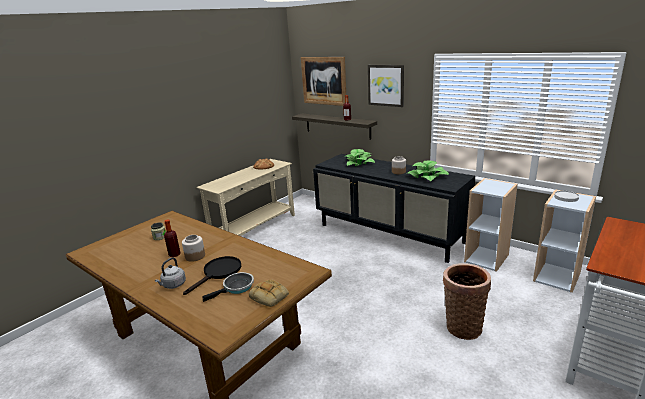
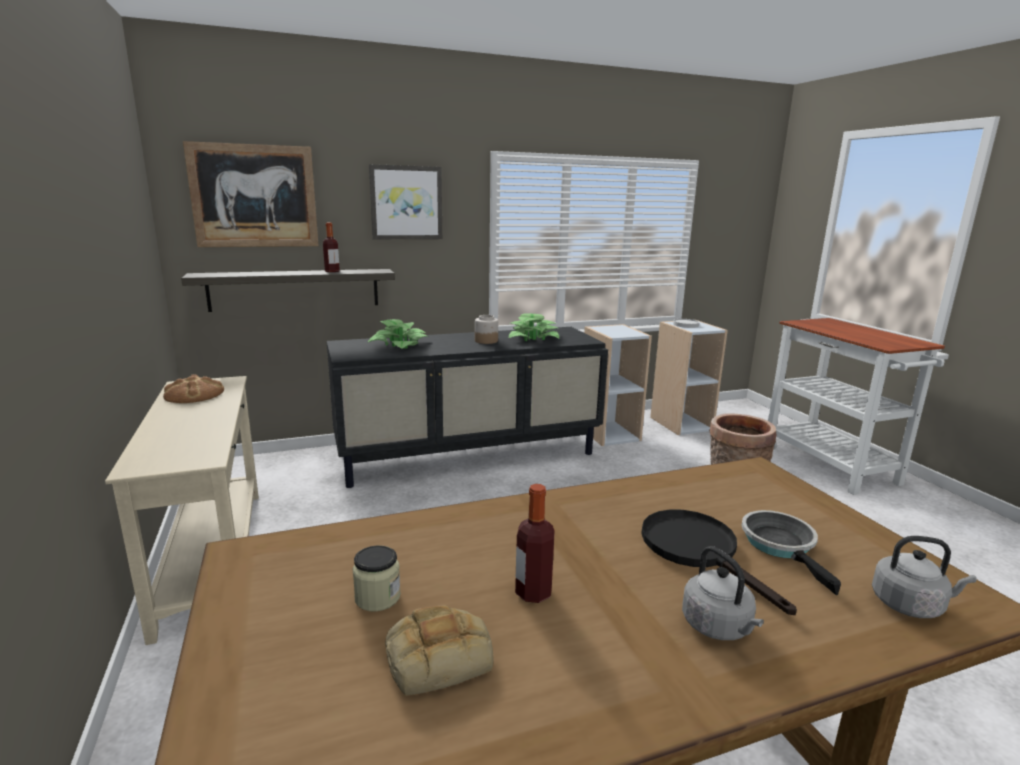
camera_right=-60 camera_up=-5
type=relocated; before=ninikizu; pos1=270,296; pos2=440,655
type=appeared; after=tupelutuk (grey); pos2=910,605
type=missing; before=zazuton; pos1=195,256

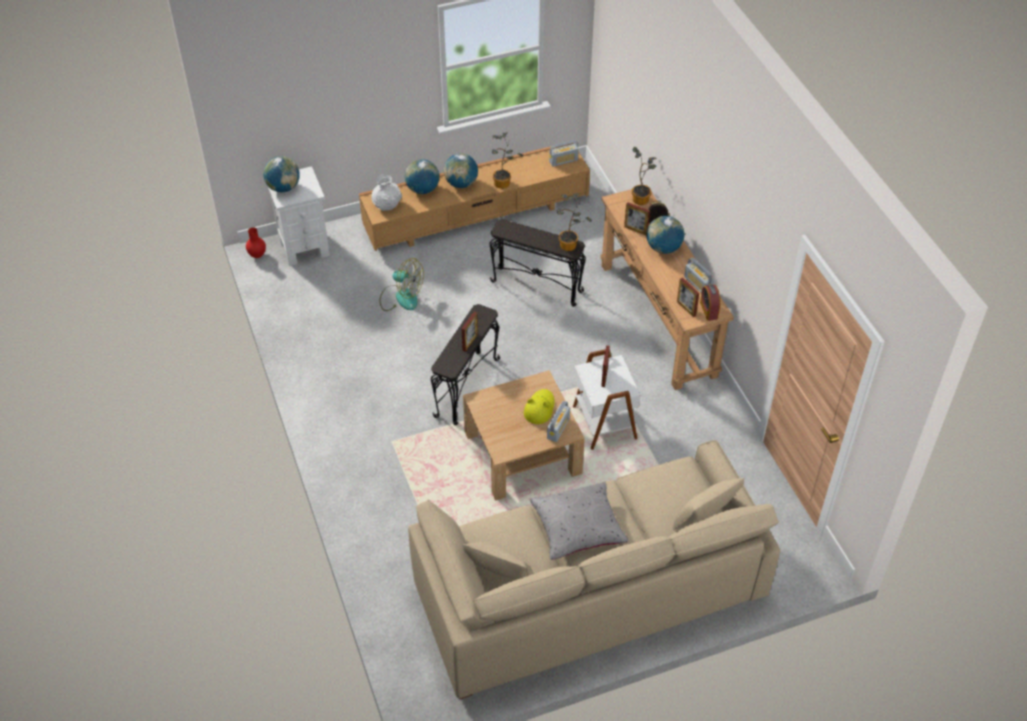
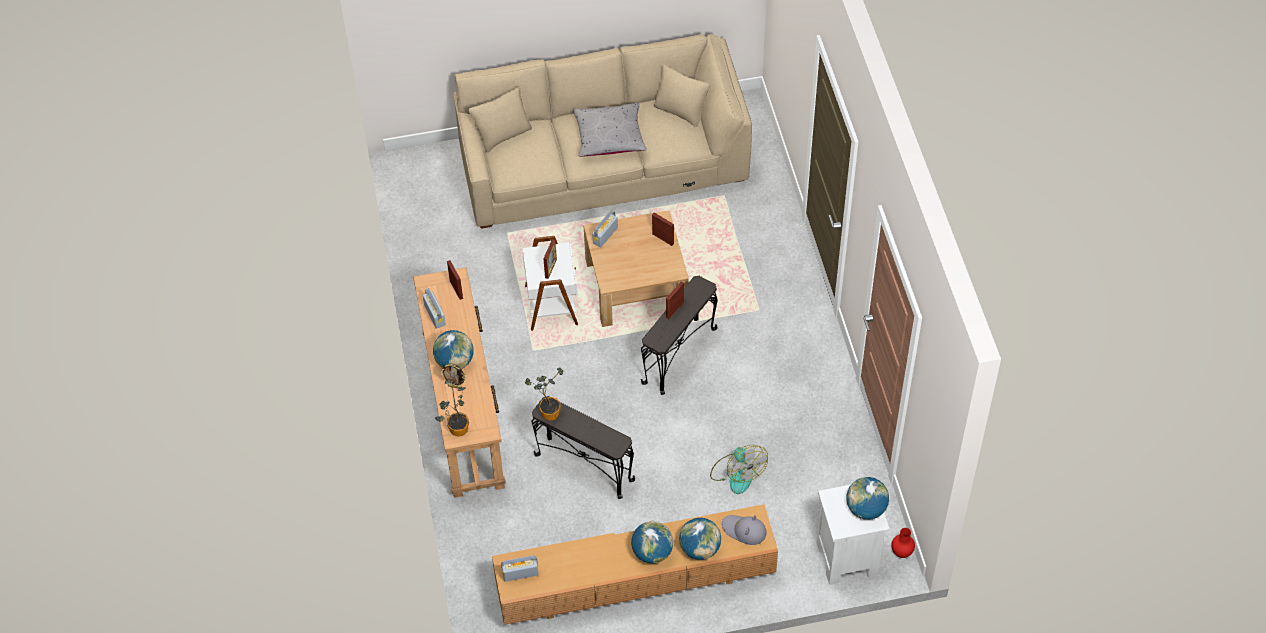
camera_right=-170 camera_up=5
type=relocated; before=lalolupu; pos1=635,230; pos2=663,239
type=spun; before=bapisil; pos1=401,297; pos2=737,473; turn=-150
type=exchanged; before=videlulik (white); after=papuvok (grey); pos1=387,205; pos2=744,530
type=missing; before=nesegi; pos1=504,184
type=missing; before=papuvok (yellow); pos1=539,408
type=missing; before=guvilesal; pos1=709,310

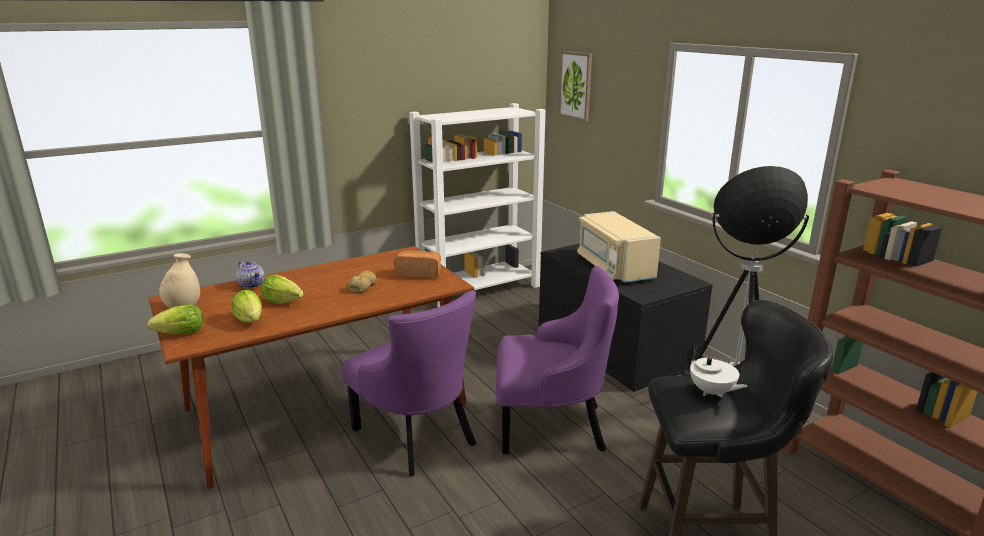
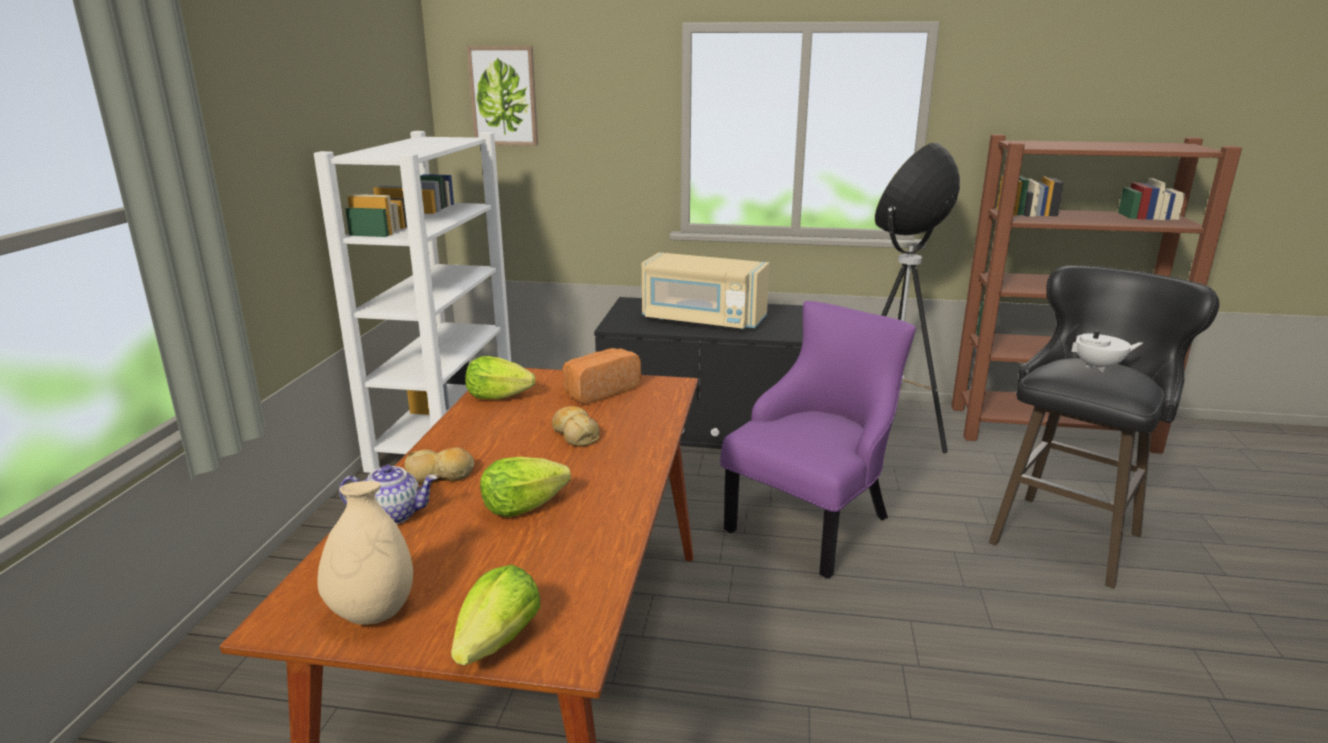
camera_right=-50 camera_up=0
type=appeared; after=ninikizu; pos2=441,475
type=relocated; before=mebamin; pos1=250,320; pos2=498,397
type=missing; before=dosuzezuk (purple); pos1=414,435

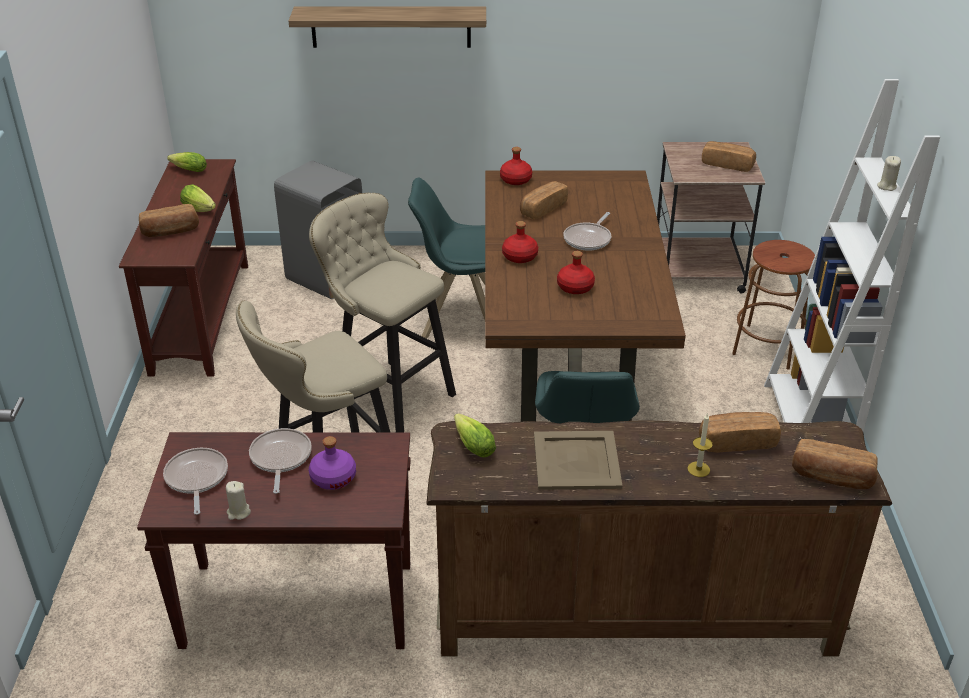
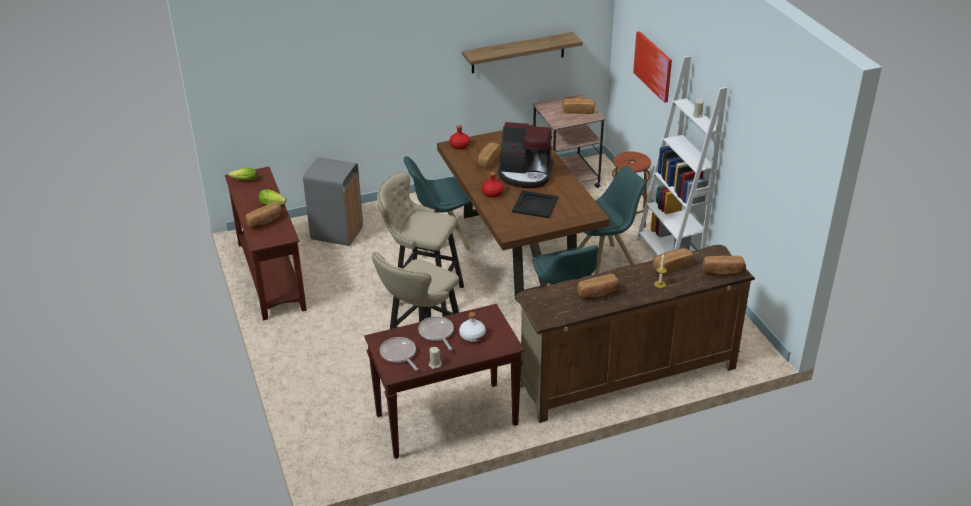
camera_right=-20 camera_up=0
type=colour; before=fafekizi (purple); after=fafekizi (white); pos1=333,477; pos2=472,335
type=relocated; before=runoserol; pos1=391,27; pos2=518,53
type=exchanged; before=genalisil; after=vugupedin; pos1=588,239; pos2=525,174
type=exchanged; before=fafekizi (red); after=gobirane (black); pos1=575,287; pos2=535,204
type=exchanged; before=gobirane (beige); after=ninikizu; pos1=575,460; pos2=598,294
type=appeared; after=dosuzezuk (turquoise); pos2=604,263
type=appeared; after=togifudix; pos2=653,66
type=missing; before=mebamin; pos1=472,444

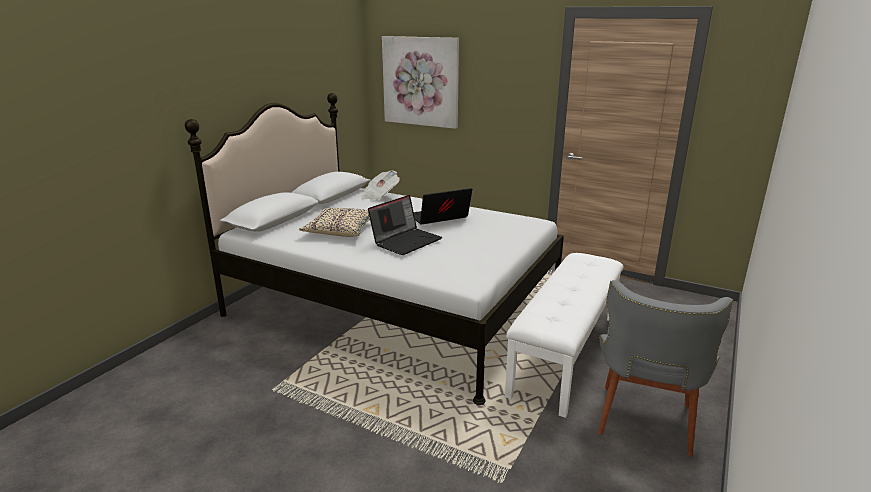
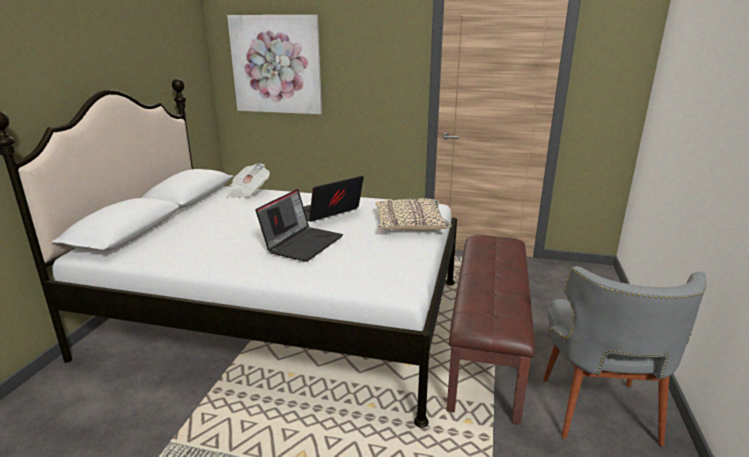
camera_right=-15 camera_up=0
type=relocated; before=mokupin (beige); pos1=340,230; pos2=410,224
type=colour; before=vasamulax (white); after=vasamulax (brown); pos1=564,353; pos2=485,345

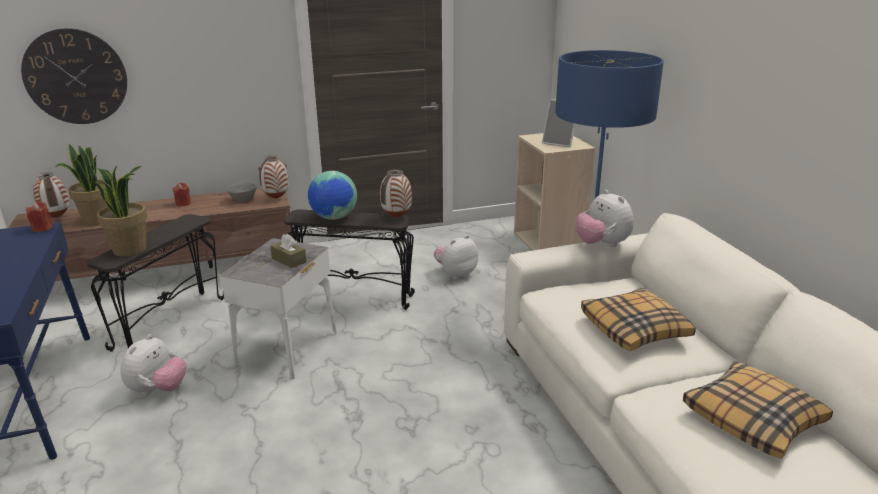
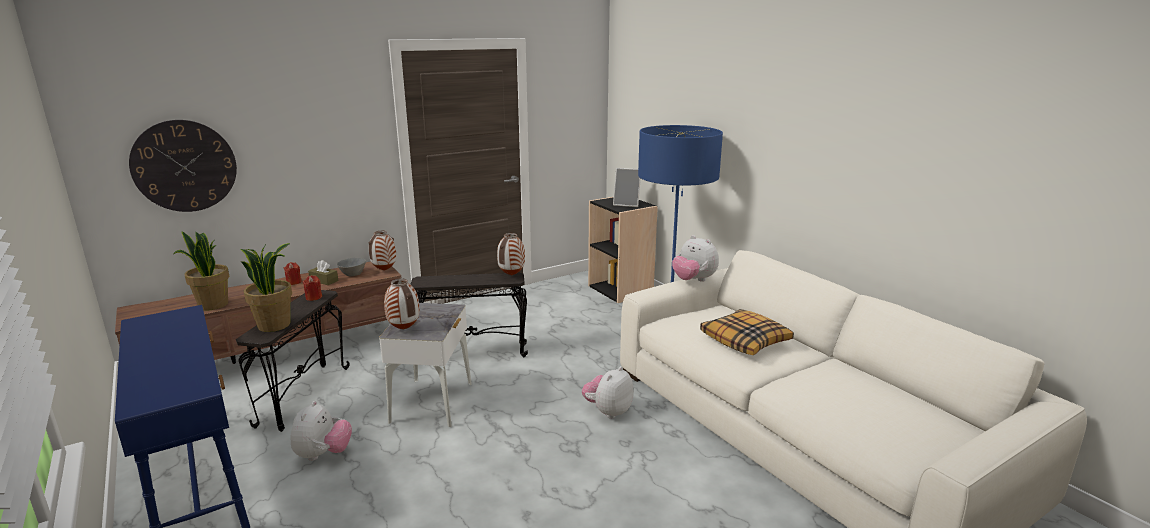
camera_right=-15 camera_up=-5
type=relocated; before=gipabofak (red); pos1=42,228; pos2=314,297
type=relocated; before=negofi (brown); pos1=289,260; pos2=324,281
type=relocated; before=videlulik; pos1=56,217; pos2=403,329
type=relocated; before=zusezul; pos1=455,274; pos2=608,411
type=colour; before=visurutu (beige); after=visurutu (black); pos1=549,242; pos2=621,290
type=missing; before=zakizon; pos1=334,217
type=missing; before=mokupin; pos1=753,419

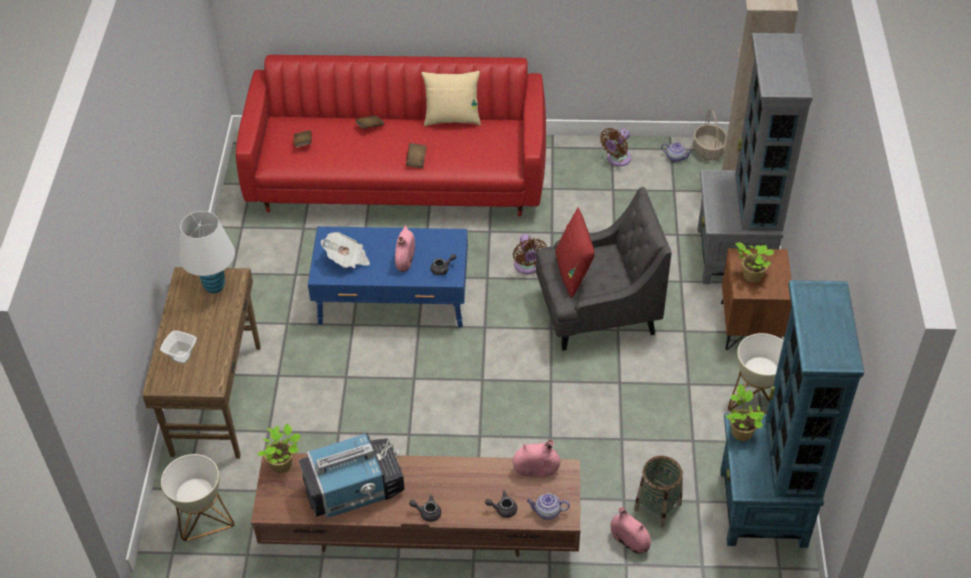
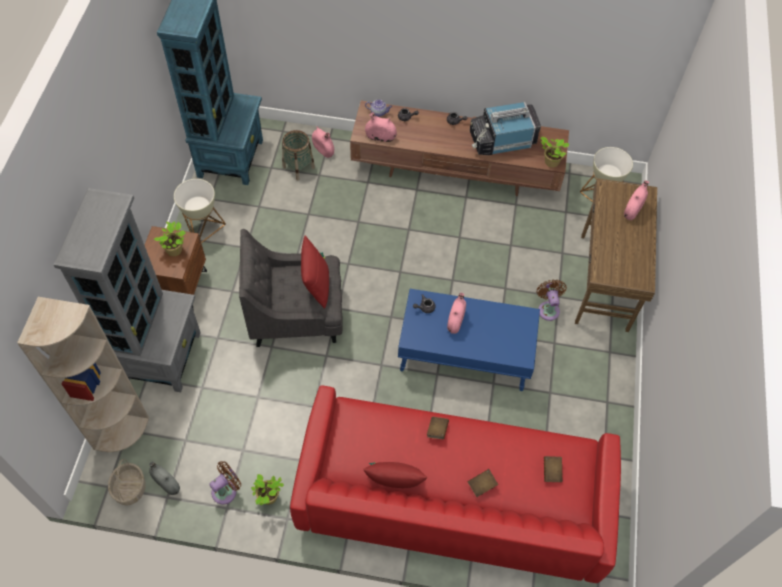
camera_right=-175 camera_up=10
type=exchanged; before=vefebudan; after=videlulik (grey); pos1=676,158; pos2=166,483
type=relocated; before=nesegi; pos1=741,431; pos2=269,498
type=colour; before=mokupin (beige); after=mokupin (red); pos1=452,120; pos2=394,484
type=relocated; before=bapisil (brown); pos1=527,267; pos2=548,308
type=exchanged; before=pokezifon; after=videlulik (pink); pos1=182,358; pos2=633,210
type=missing; before=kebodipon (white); pos1=214,286
type=missing; before=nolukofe; pos1=347,259

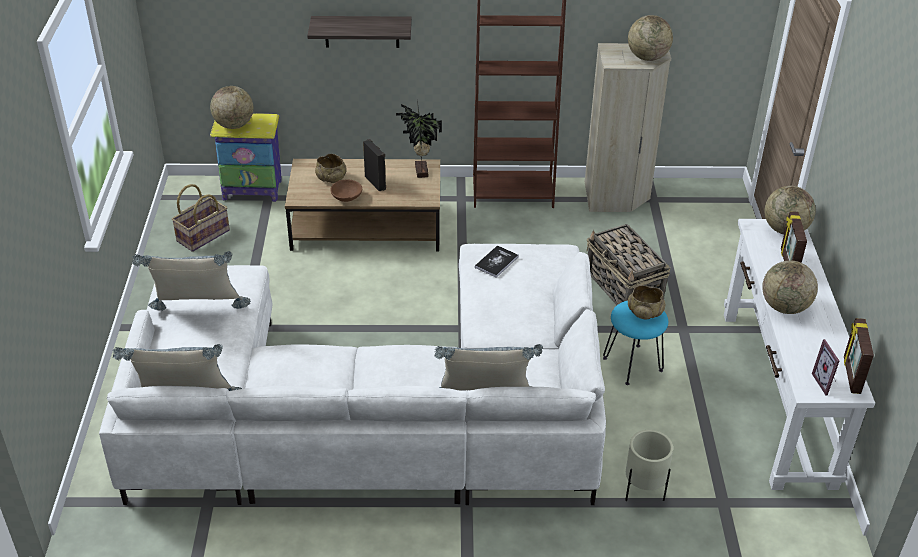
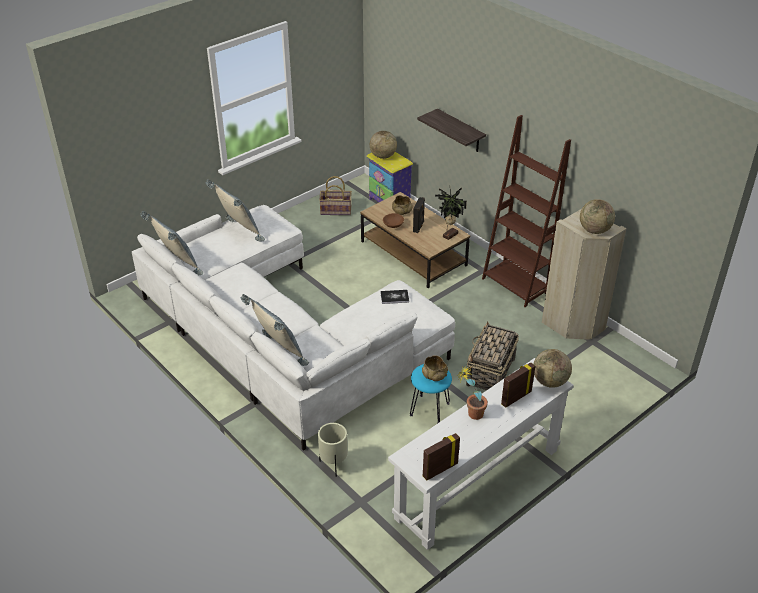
camera_right=50 camera_up=0
type=exchanged; before=zakizon; after=nesegi; pos1=785,307; pos2=471,414
type=missing; before=lalolupu; pos1=827,383

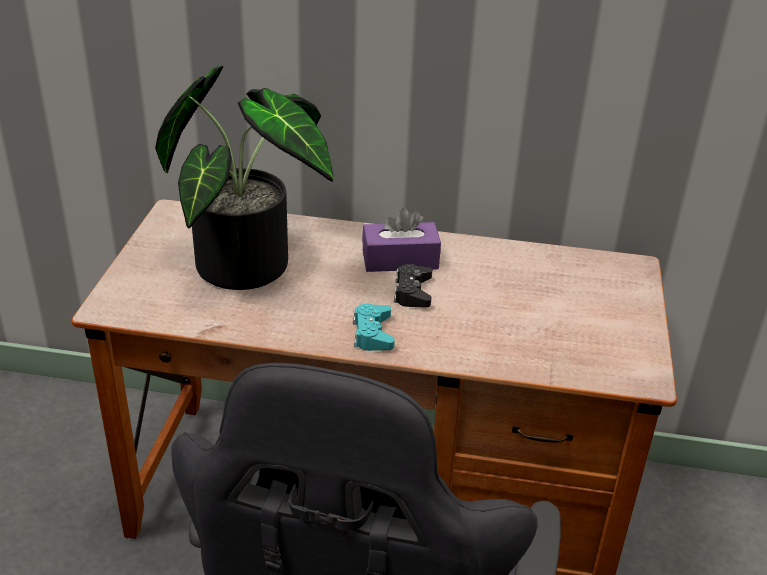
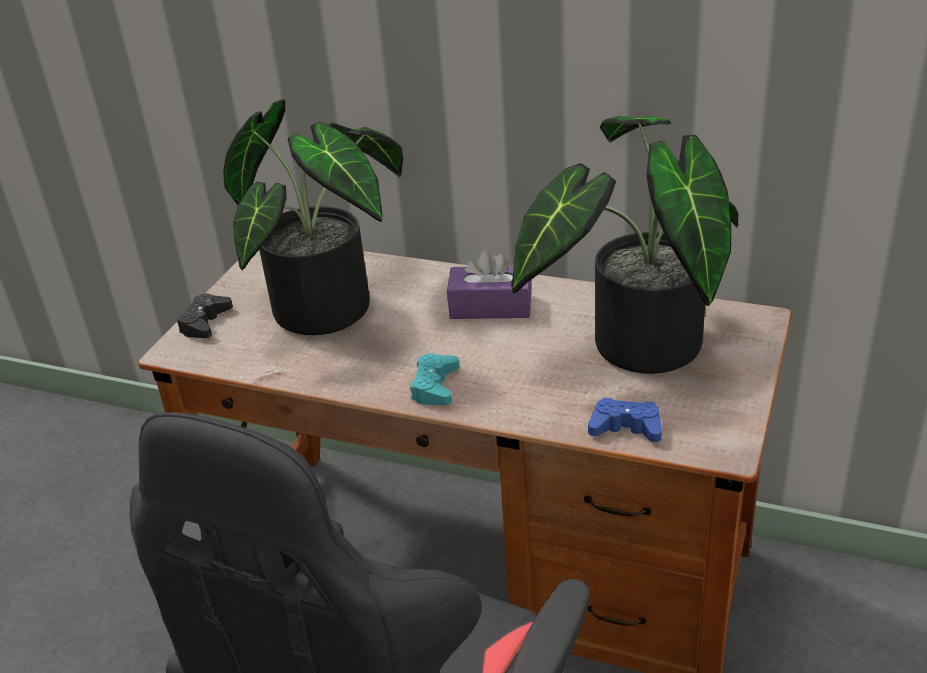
camera_right=15 camera_up=0
type=relocated; before=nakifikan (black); pos1=412,292; pos2=205,323
type=appeared; after=nesegi; pos2=633,343
type=appeared; after=nakifikan (blue); pos2=626,428

